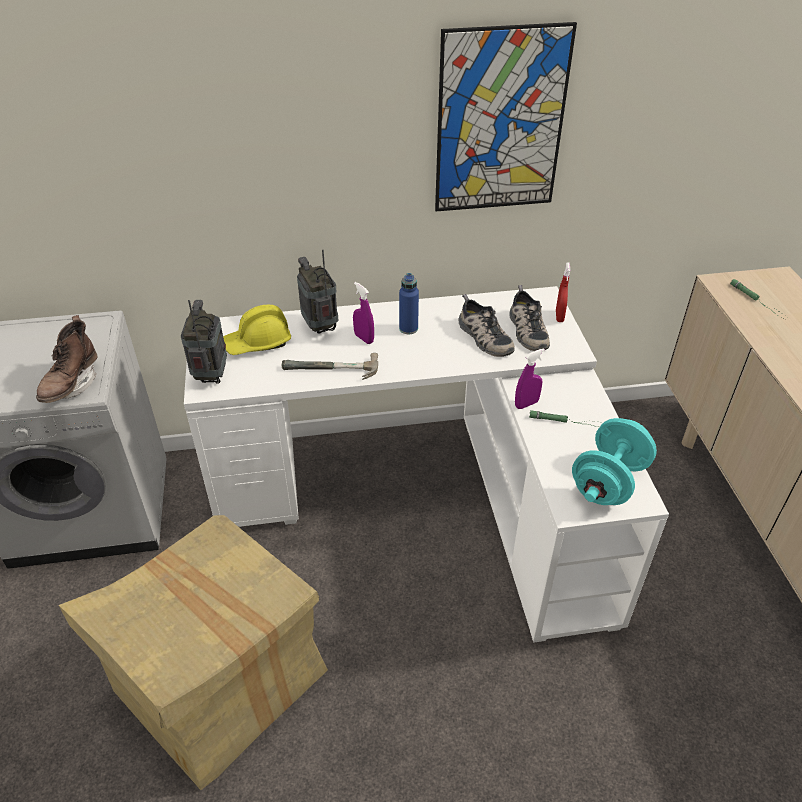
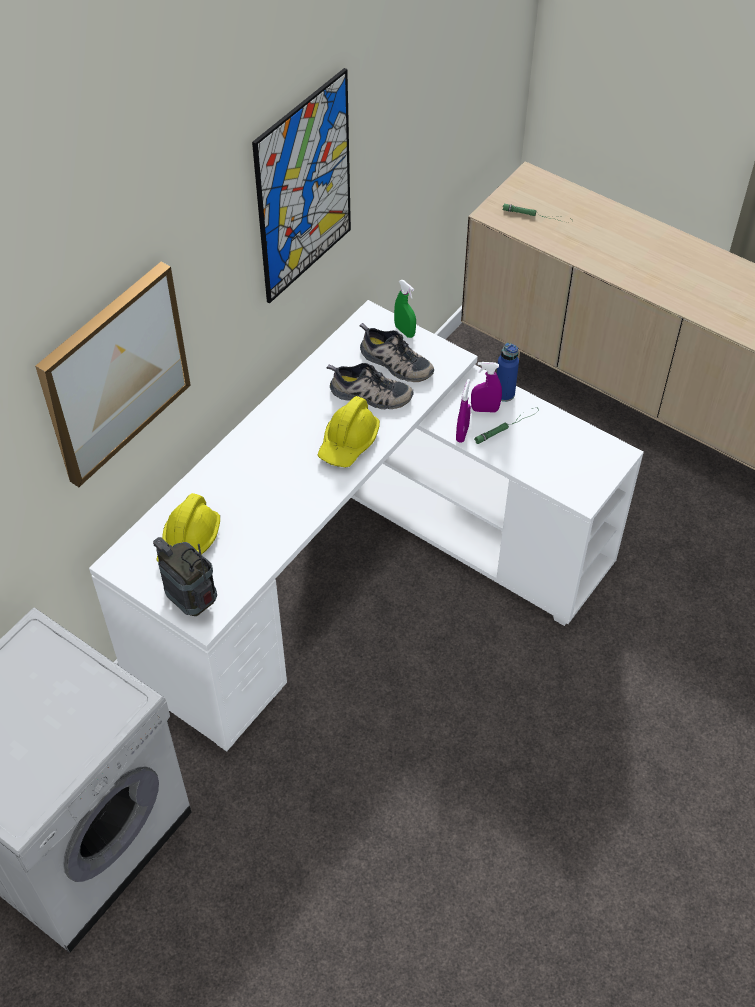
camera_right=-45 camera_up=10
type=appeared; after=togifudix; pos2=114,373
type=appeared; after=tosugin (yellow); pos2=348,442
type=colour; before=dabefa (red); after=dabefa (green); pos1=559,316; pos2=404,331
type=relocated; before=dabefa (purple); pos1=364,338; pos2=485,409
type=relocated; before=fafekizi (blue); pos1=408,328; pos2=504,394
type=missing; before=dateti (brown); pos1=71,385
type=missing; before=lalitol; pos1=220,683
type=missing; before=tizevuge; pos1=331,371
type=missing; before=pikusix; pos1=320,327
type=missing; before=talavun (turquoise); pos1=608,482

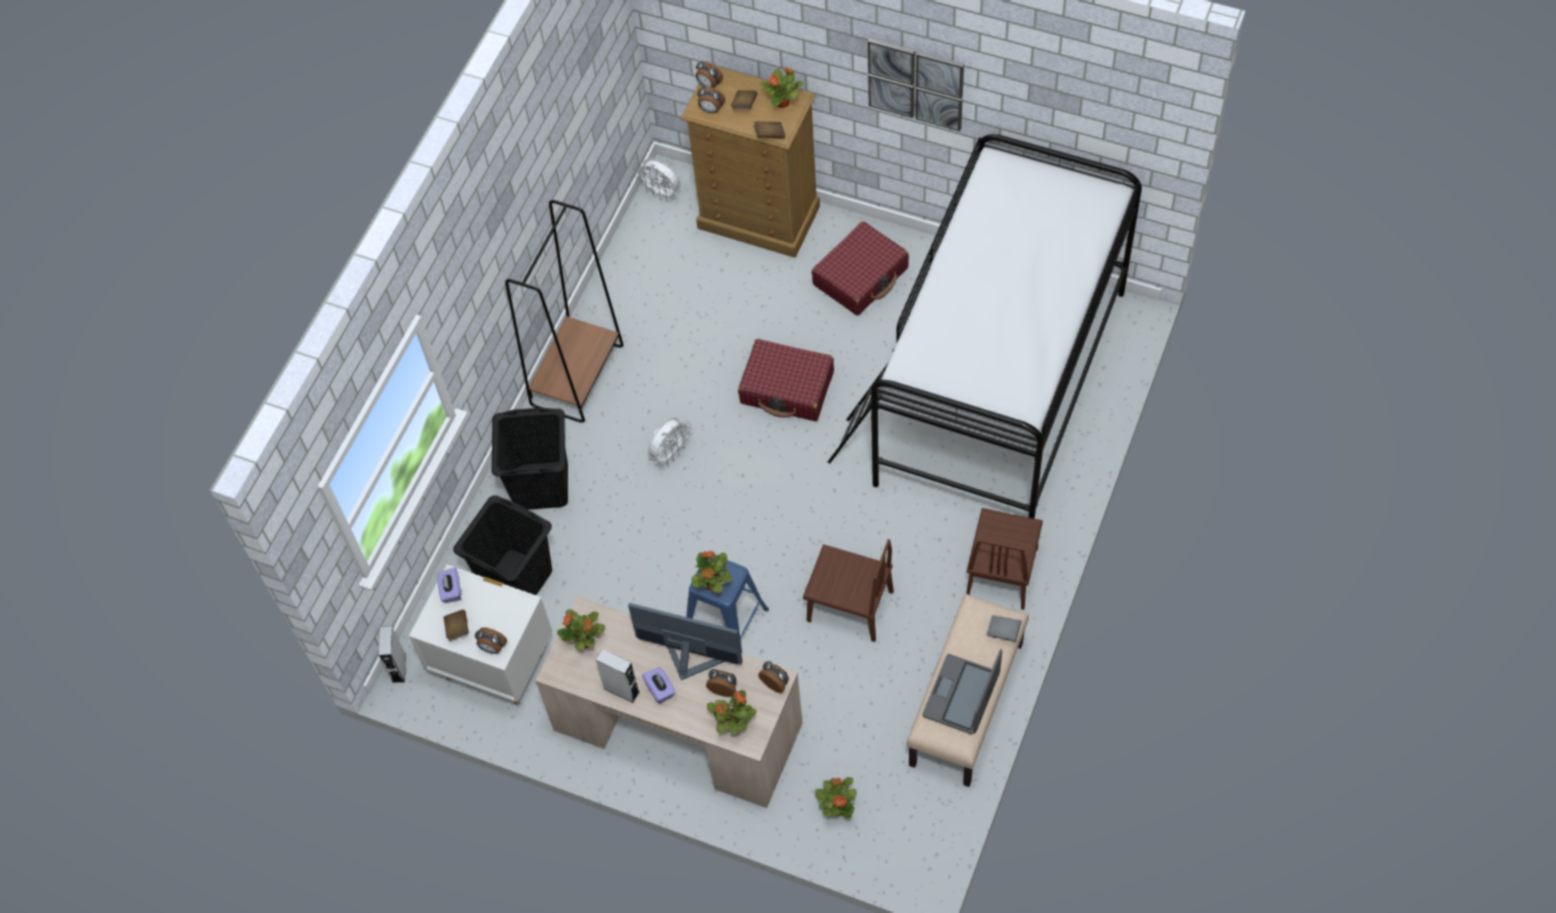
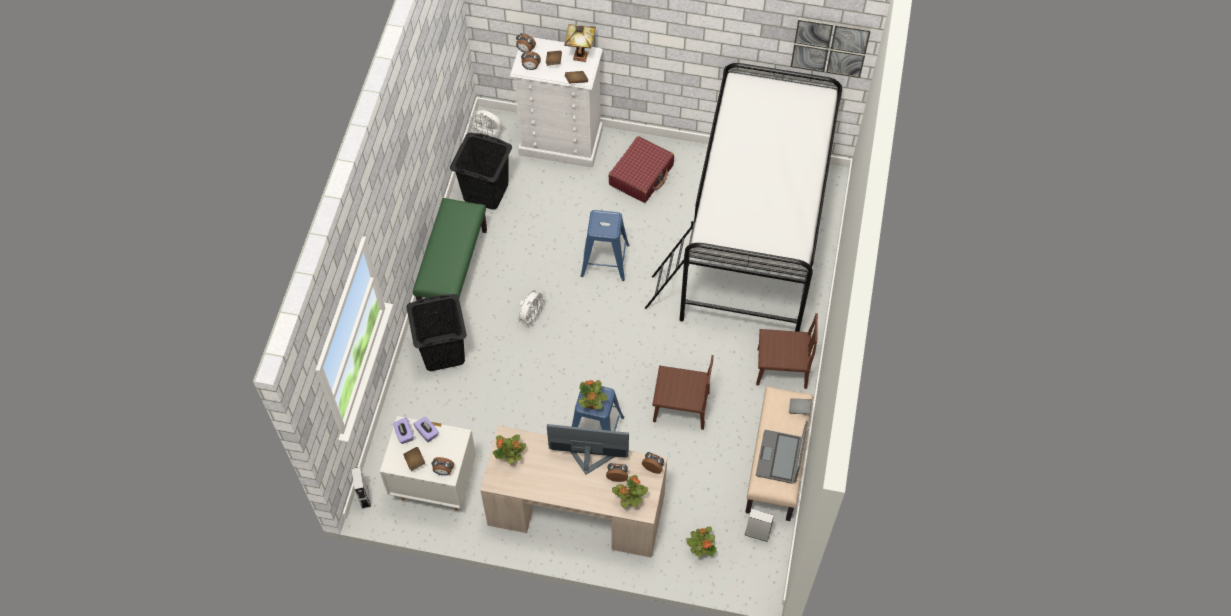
camera_right=-15 camera_up=0
type=exchanged; before=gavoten; after=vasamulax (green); pos1=577,376; pos2=453,270
type=relocated; before=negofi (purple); pos1=660,689; pos2=427,432
type=relocated; before=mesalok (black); pos1=517,579; pos2=486,192
type=colour; before=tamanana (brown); after=tamanana (white); pos1=759,217; pos2=561,142
type=exchanged; before=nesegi; after=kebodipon; pos1=783,102; pos2=581,57
type=exchanged; before=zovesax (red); after=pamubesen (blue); pos1=787,388; pos2=605,260
type=relocated; before=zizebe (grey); pos1=621,690; pos2=757,534
type=spun; before=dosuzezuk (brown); pos1=1002,572; pos2=781,368; turn=-90
type=relocated; before=togifudix; pos1=916,83; pos2=830,46

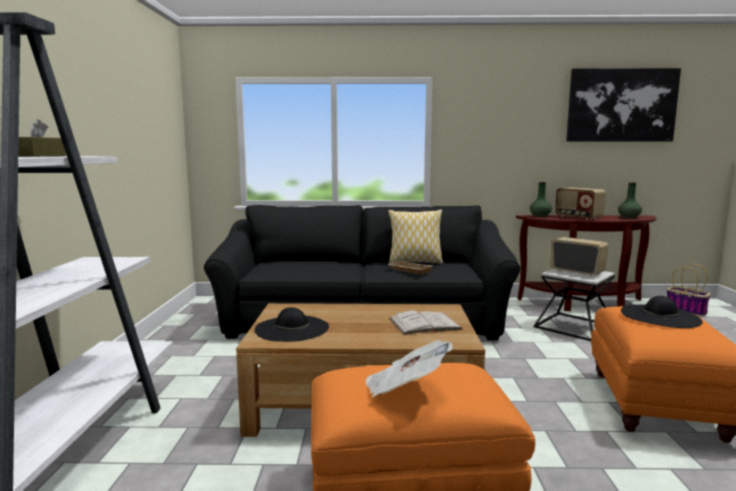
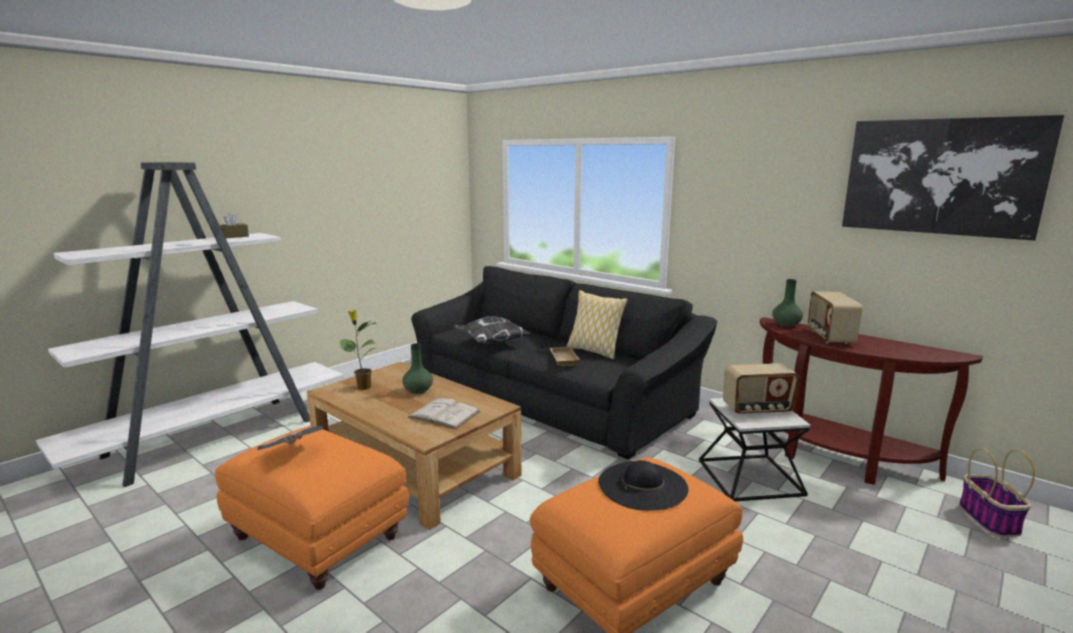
camera_right=40 camera_up=5
type=exchanged; before=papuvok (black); after=nesegi; pos1=292,328; pos2=363,387
type=relocated; before=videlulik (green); pos1=629,217; pos2=418,390
type=appeared; after=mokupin; pos2=491,343
type=spun; before=pikusix; pos1=577,272; pos2=757,409; turn=90

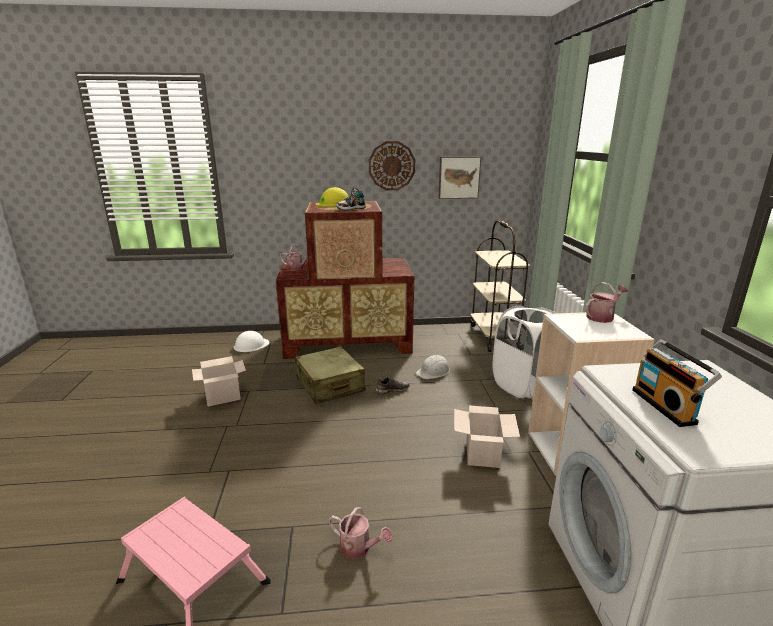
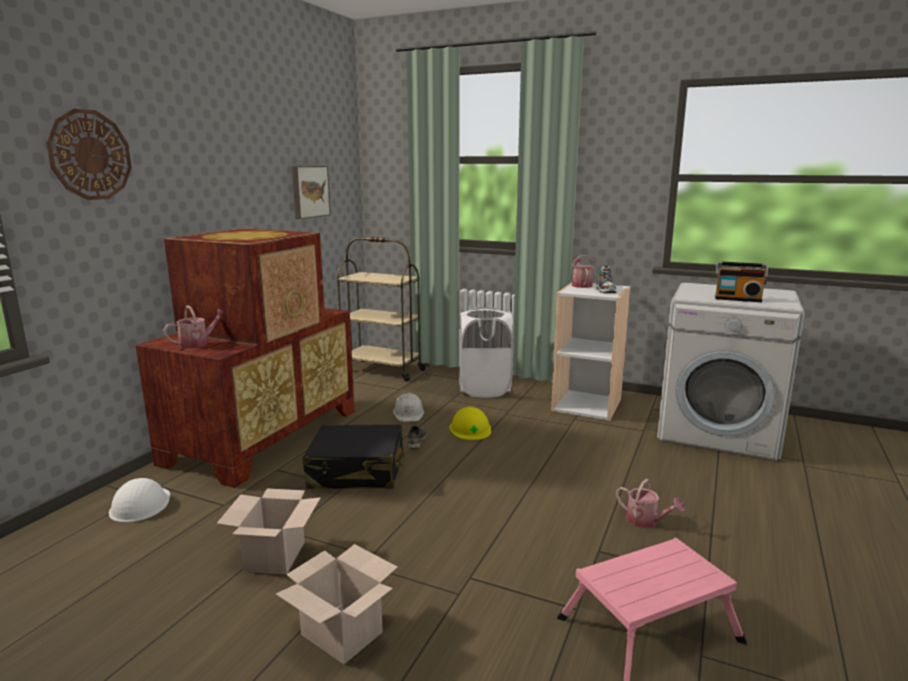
camera_right=-60 camera_up=-5
type=relocated; before=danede; pos1=391,166; pos2=90,155
type=relocated; before=lalitol; pos1=483,455; pos2=344,633
type=colour; before=zovesax (beige); after=zovesax (black); pos1=330,385; pos2=357,472
type=relocated; before=tosugin (yellow); pos1=334,204; pos2=470,429
type=relocated; before=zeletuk; pos1=351,209; pos2=605,291
type=spun; before=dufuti; pos1=359,547; pos2=646,521; turn=75

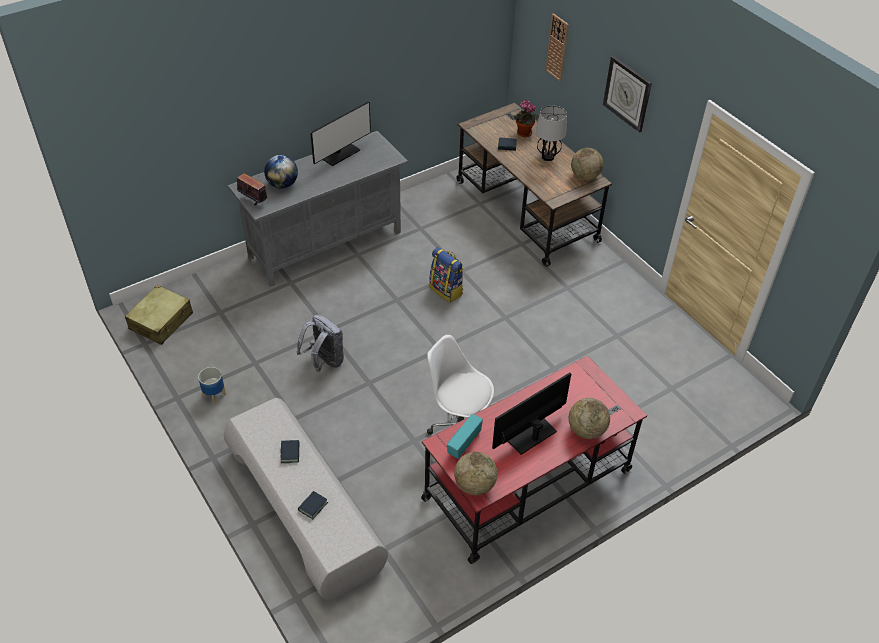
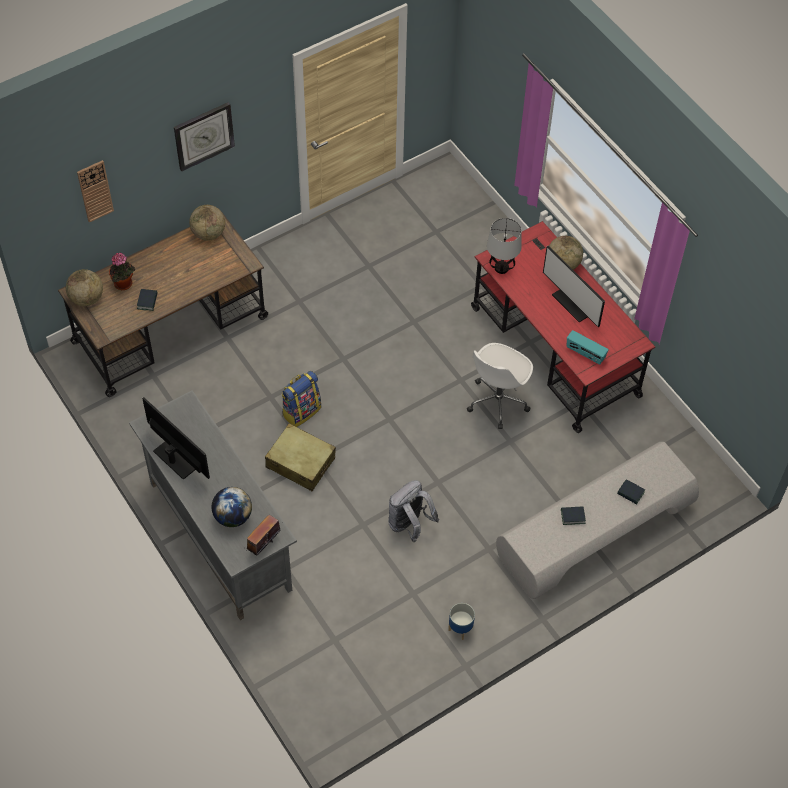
camera_right=-90 camera_up=10
type=relocated; before=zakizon; pos1=474,485; pos2=87,298
type=relocated; before=zovesax (beige); pos1=161,321; pos2=300,463
type=relocated; before=kebodipon; pos1=548,157; pos2=501,268

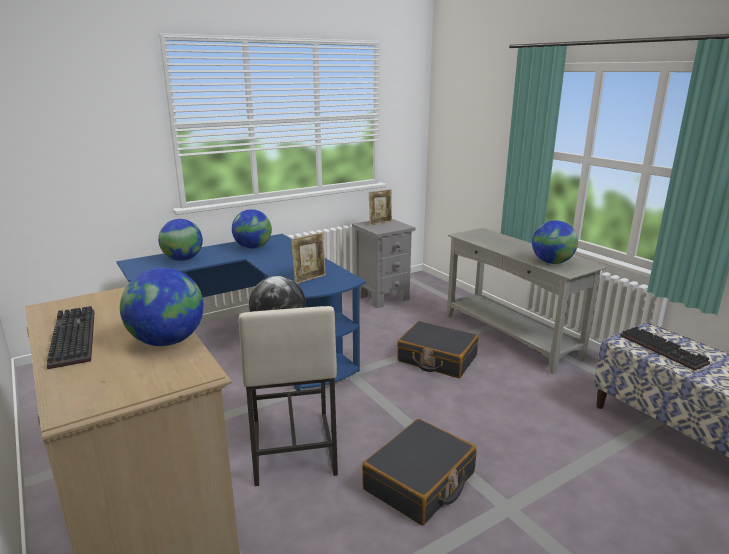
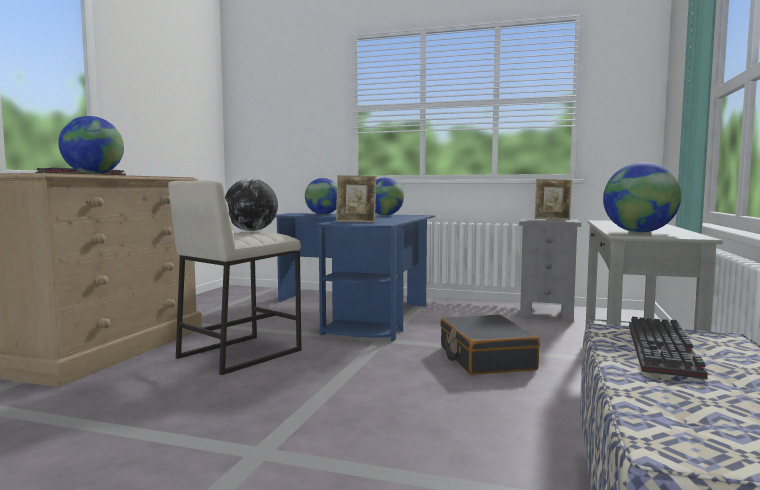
camera_right=50 camera_up=-15
type=missing; before=zovesax (black); pos1=420,482

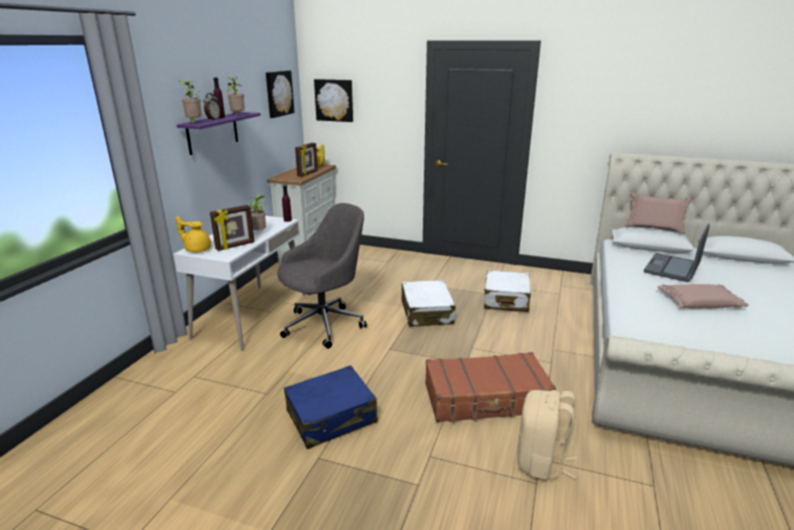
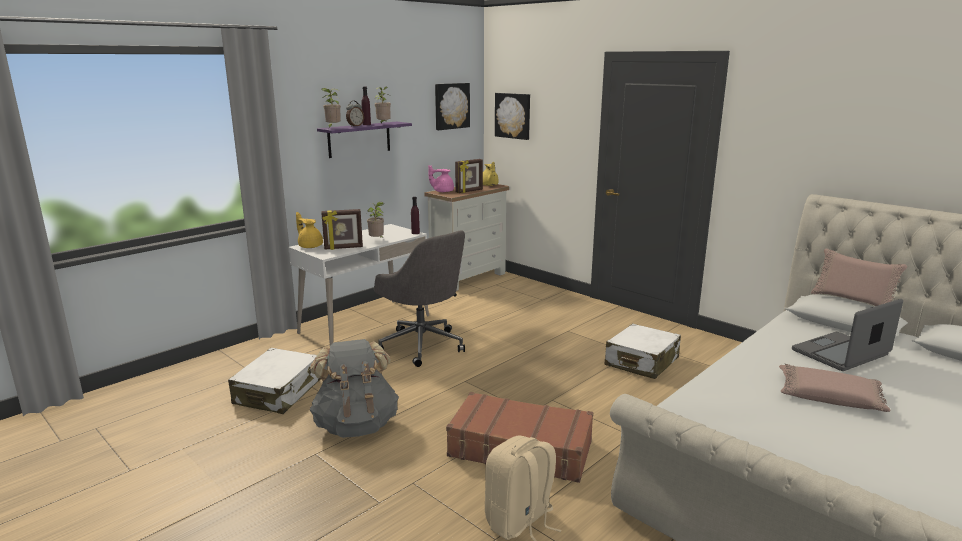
camera_right=25 camera_up=-5
type=relocated; before=zovesax (white); pos1=426,312; pos2=278,392
type=exchanged; before=zovesax (blue); after=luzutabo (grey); pos1=331,417; pos2=356,425
type=spun; before=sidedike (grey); pos1=324,325; pos2=422,346; turn=60
type=appeared; after=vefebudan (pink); pos2=442,191

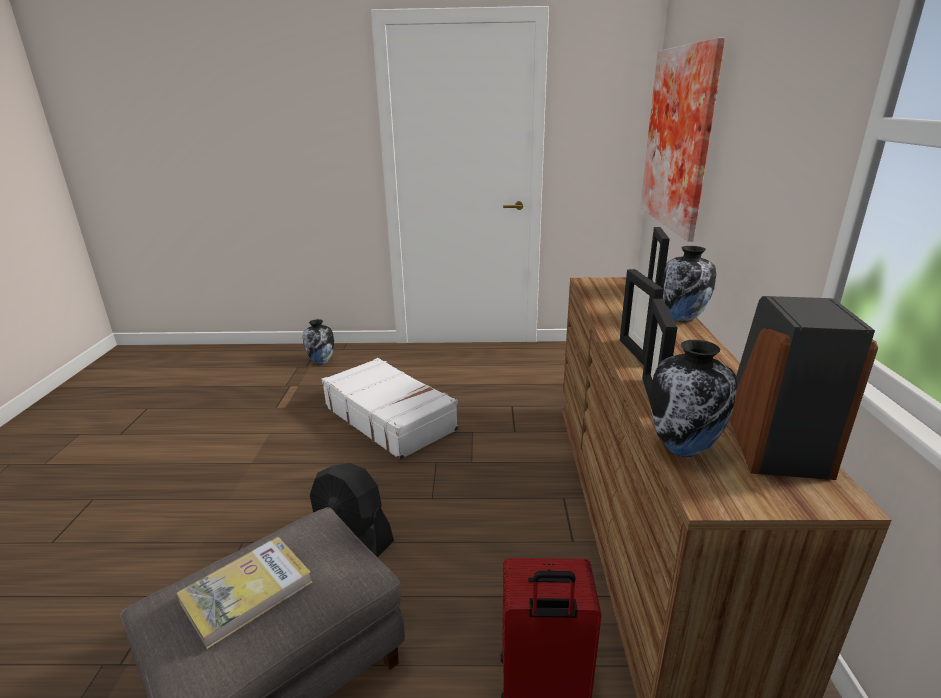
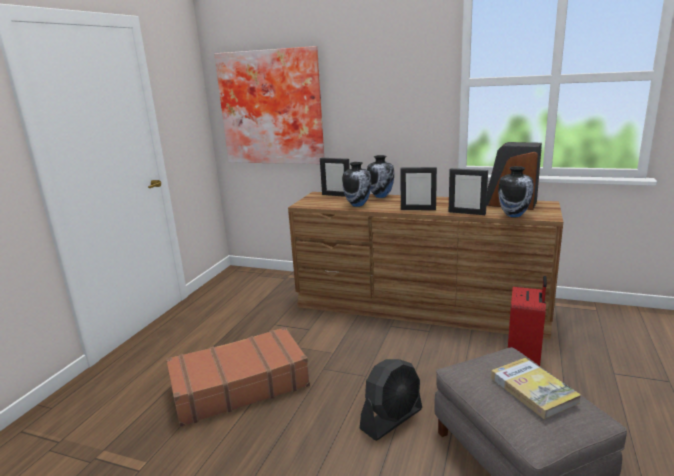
camera_right=-70 camera_up=-5
type=colour; before=zovesax (white); after=zovesax (brown); pos1=390,418; pos2=239,386
type=relocated; before=videlulik; pos1=322,362; pos2=358,205

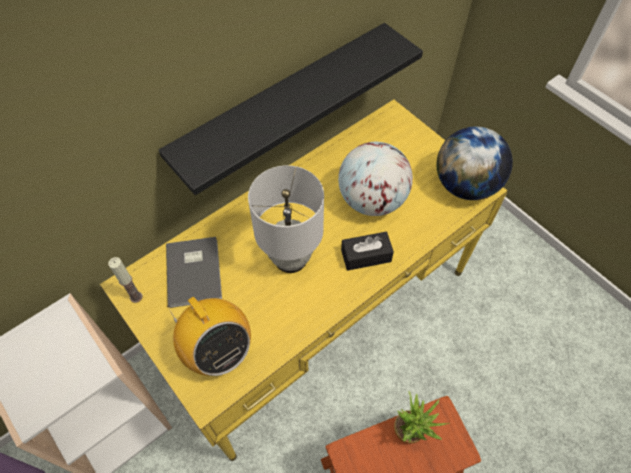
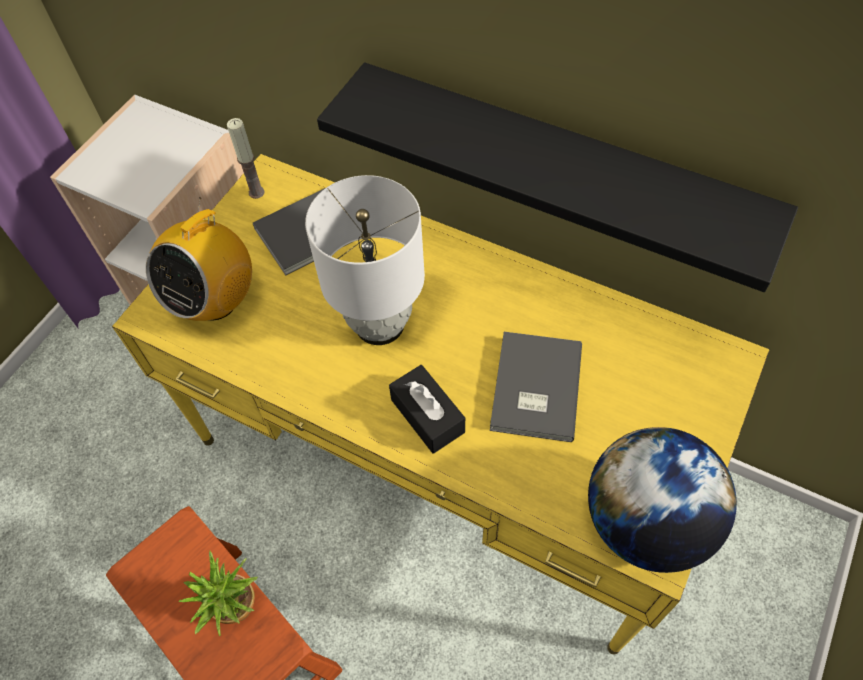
camera_right=70 camera_up=0
type=exchanged; before=zakizon; after=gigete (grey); pos1=371,200; pos2=533,389

